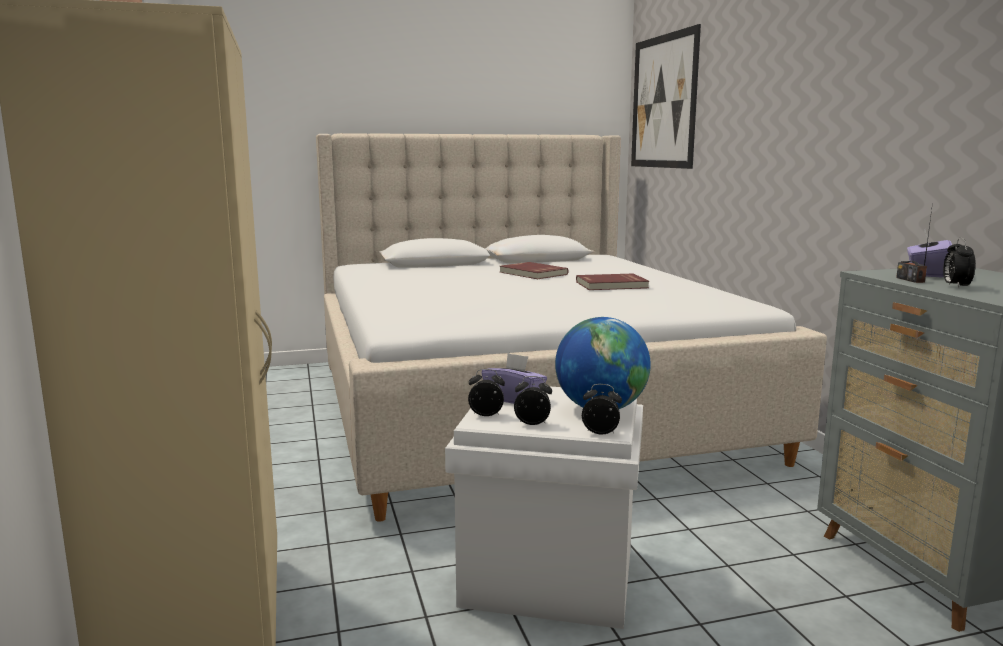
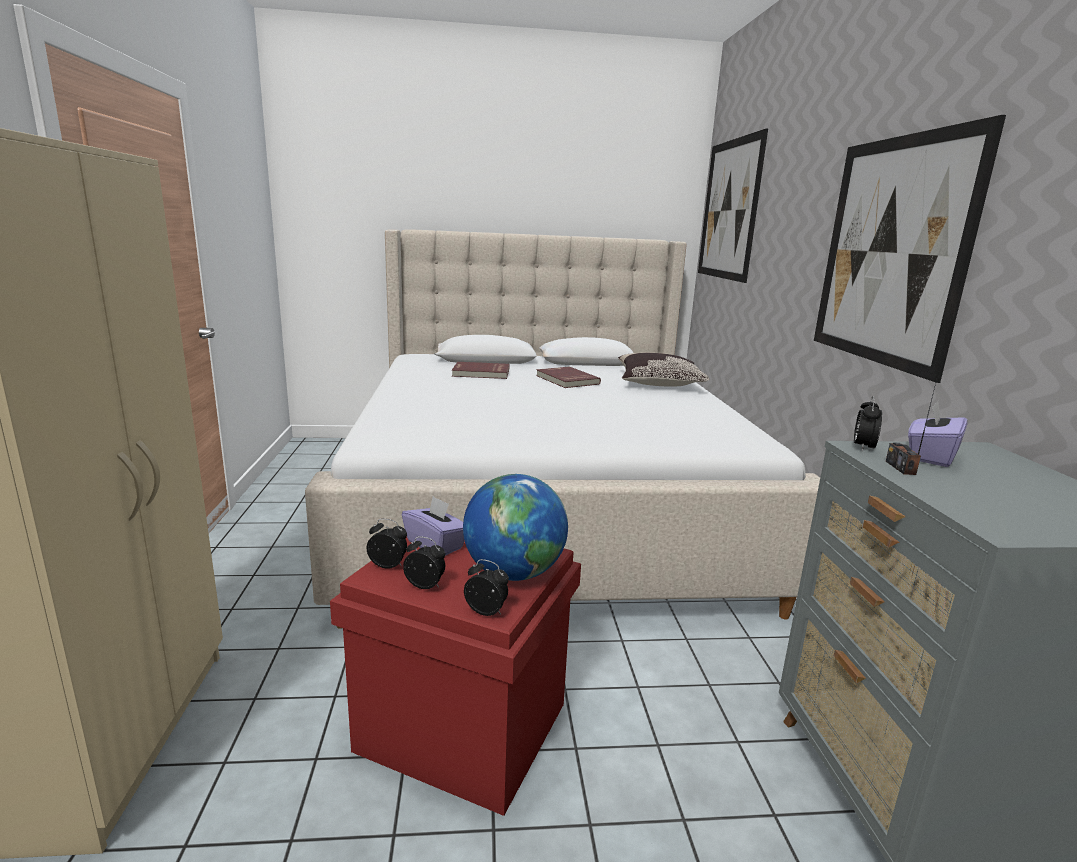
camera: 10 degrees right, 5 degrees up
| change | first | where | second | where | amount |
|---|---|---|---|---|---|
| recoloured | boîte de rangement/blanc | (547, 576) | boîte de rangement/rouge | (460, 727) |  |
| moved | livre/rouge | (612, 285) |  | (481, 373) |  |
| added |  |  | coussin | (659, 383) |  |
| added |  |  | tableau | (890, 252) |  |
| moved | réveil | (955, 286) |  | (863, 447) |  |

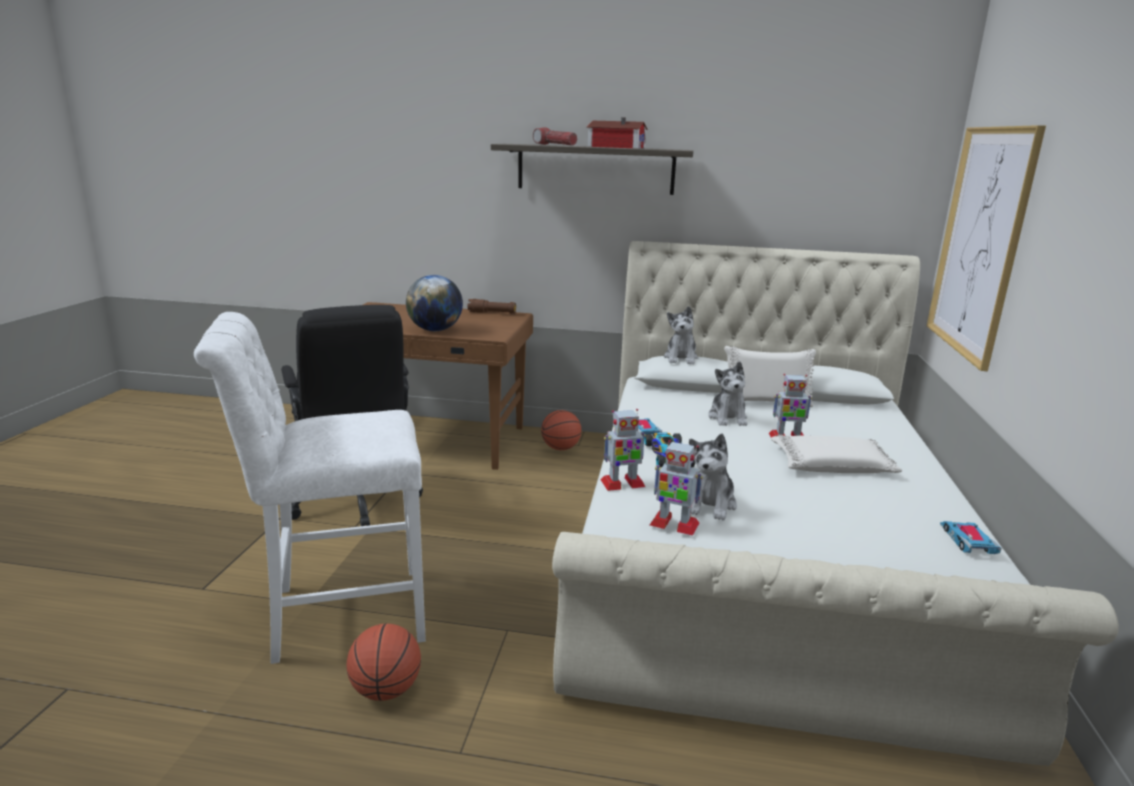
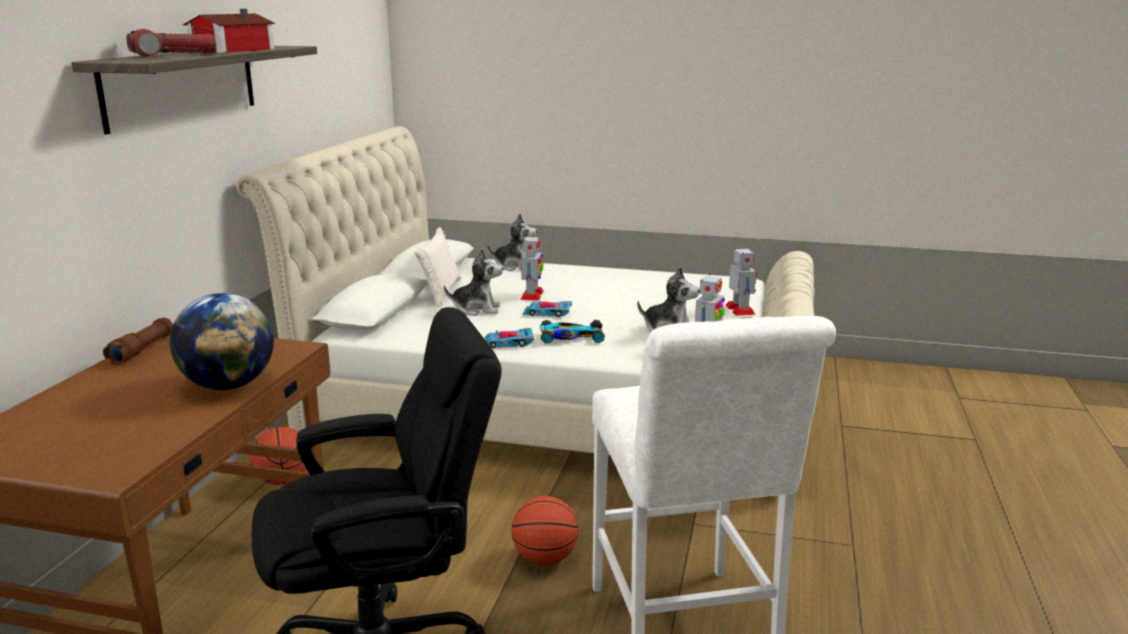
camera: 85 degrees left, 0 degrees up
| change | first | where | second | where | amount |
|---|---|---|---|---|---|
| moved | peluche | (681, 358) |  | (514, 266) |  |
| moved | ballon de basket | (386, 690) |  | (545, 558) |  |
| moved | petite voiture | (967, 541) |  | (547, 312) |  |
| moved | robot jouet | (622, 483) |  | (740, 310) |  |
| removed | coussin/blanc | (832, 462) |  |  |  |
| removed | tableau | (980, 242) |  |  |  |

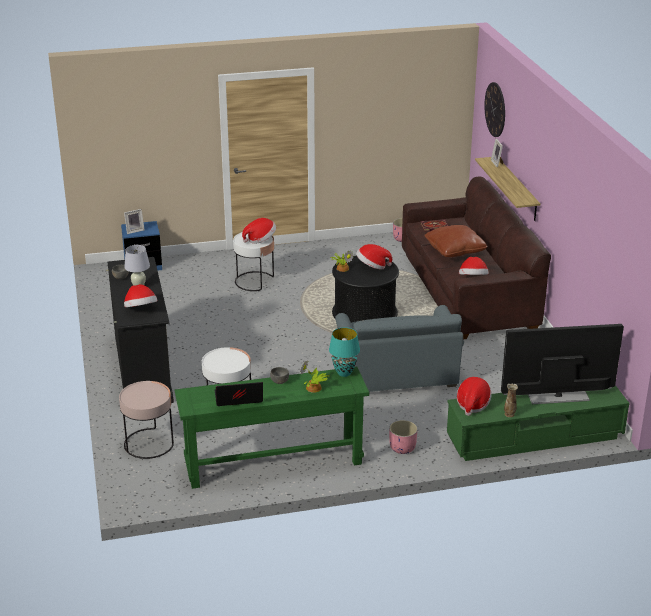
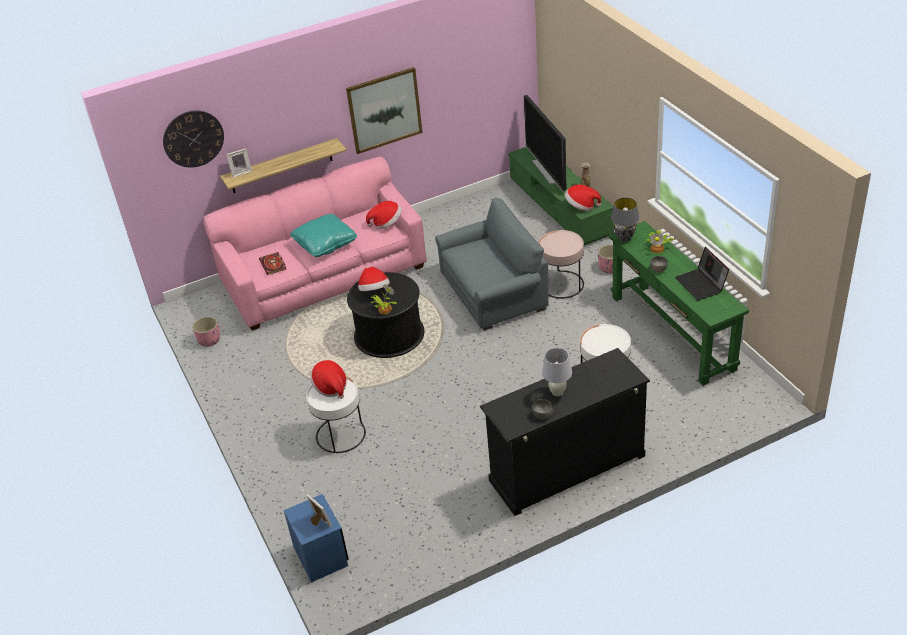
camera: 100 degrees left, 10 degrees up
| change | first | where | second | where | amount |
|---|---|---|---|---|---|
| recoloured | canapé/marron | (467, 291) | canapé/rose | (324, 277) |  |
| recoloured | coussin/marron | (455, 250) | coussin/turquoise | (325, 244) |  |
| added |  |  | tableau | (384, 110) |  |
| moved | table d'appoint/rose | (149, 443) |  | (562, 285) |  |
| recoloured | lampe de table/turquoise | (344, 373) | lampe de table/gris | (624, 238) |  |
| removed | chapeau | (141, 309) |  |  |  |

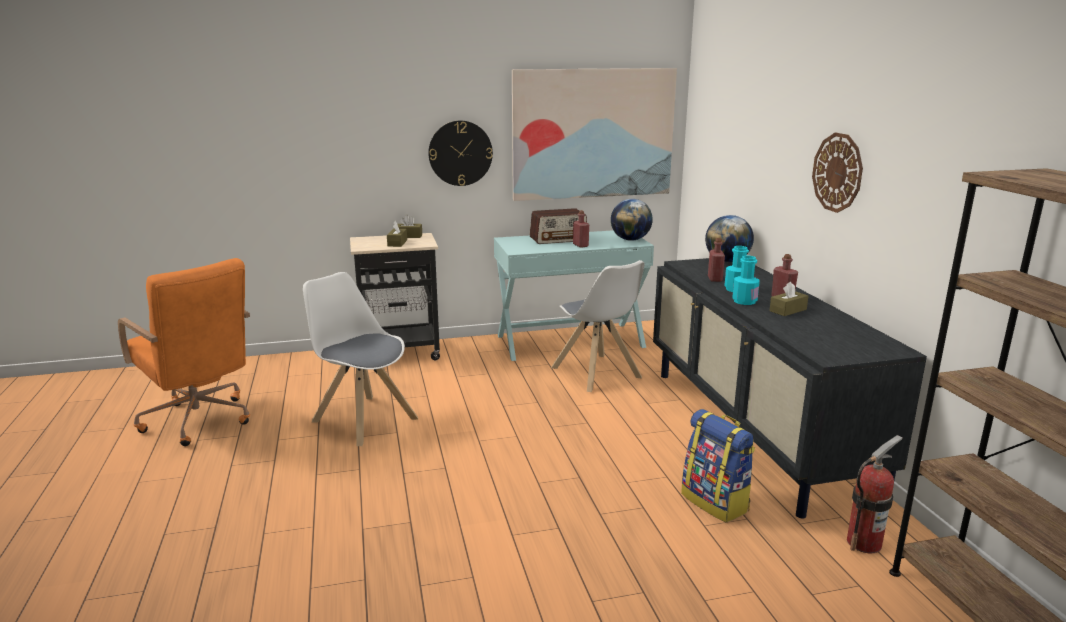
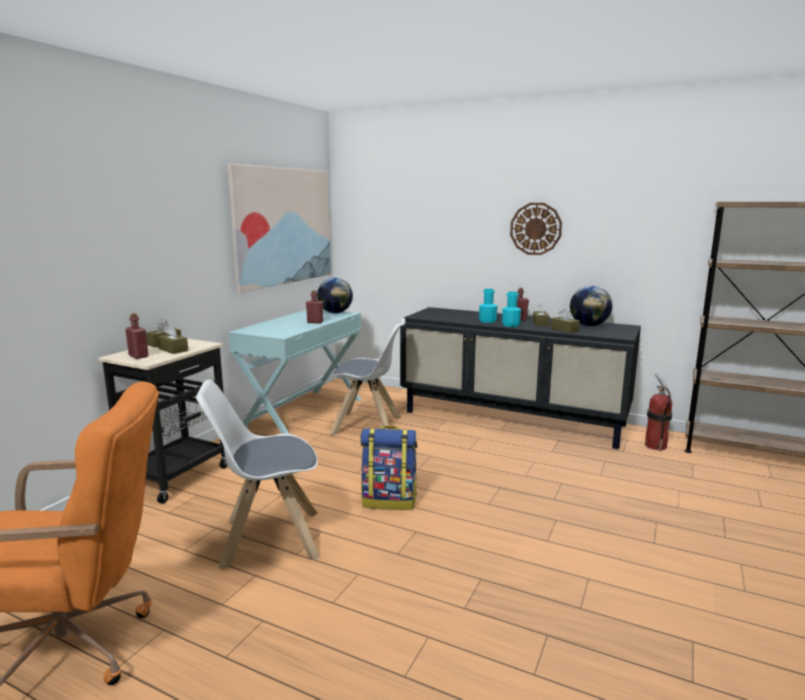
camera: 50 degrees left, 5 degrees down
| change | first | where | second | where | amount |
|---|---|---|---|---|---|
| moved | bouteille/rouge | (715, 279) |  | (138, 356) |  |
| moved | sac à dos | (716, 502) |  | (389, 501) |  |
| added |  |  | boîte à mouchoirs/marron | (564, 330) |  |
| moved | globe | (727, 261) |  | (589, 325) |  |
| removed | horloge murale | (460, 153) |  |  |  |
| removed | radio | (558, 239) |  |  |  |

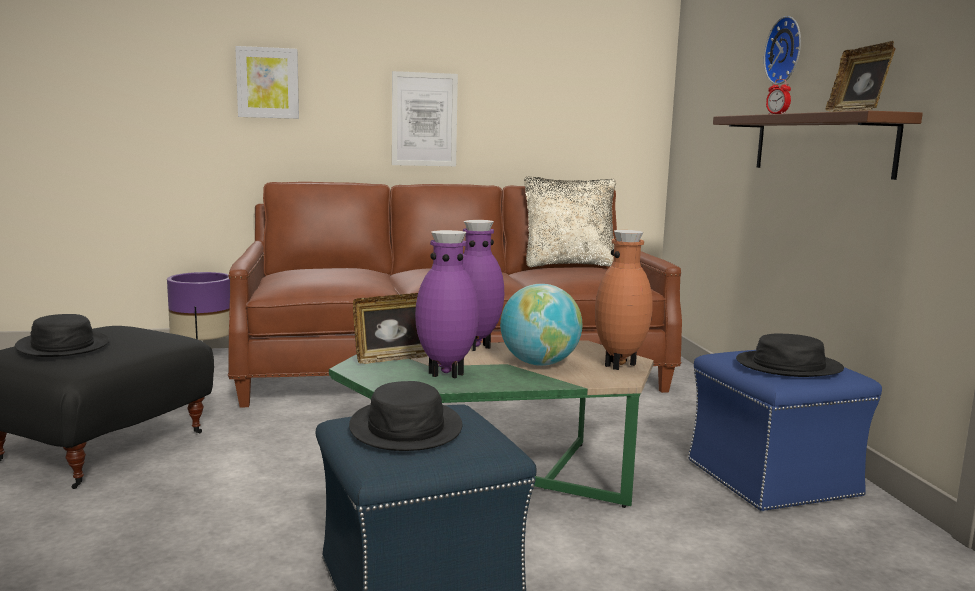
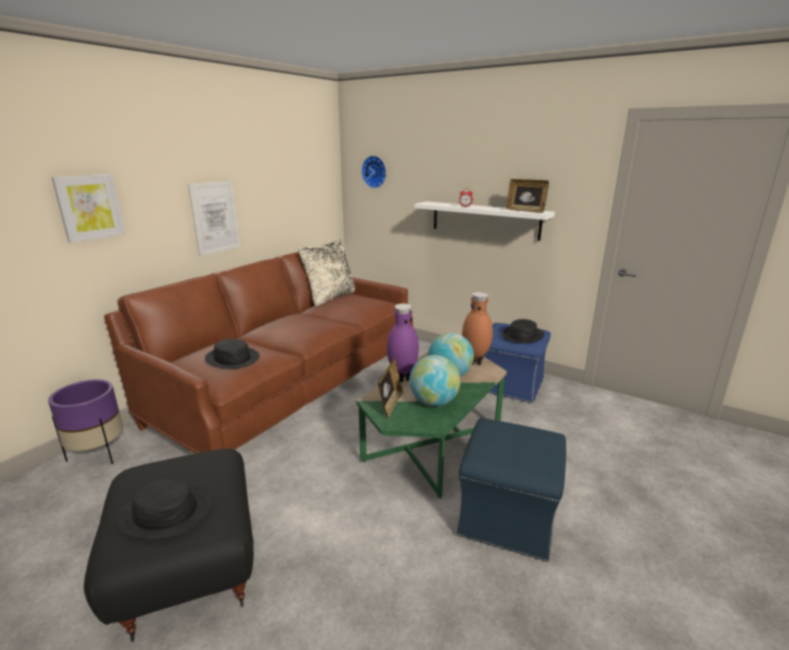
camera: 45 degrees left, 10 degrees up
| change | first | where | second | where | amount |
|---|---|---|---|---|---|
| moved | chapeau/noir | (406, 427) |  | (232, 358) |  |
| moved | horloge murale | (786, 50) |  | (375, 172) |  |
| replaced | vase/violet | (446, 373) | globe | (433, 402) |  |
| recoloured | étagère/marron | (820, 144) | étagère/blanc | (484, 220) |  |

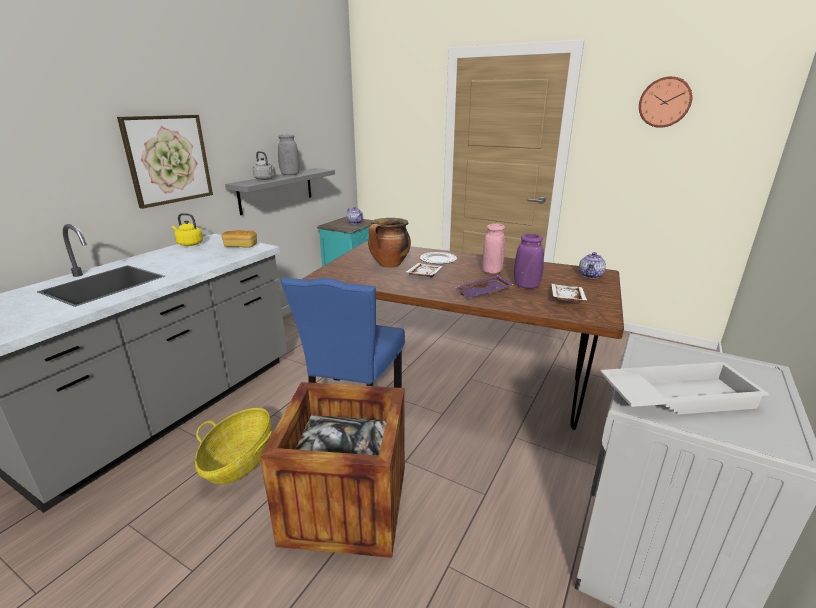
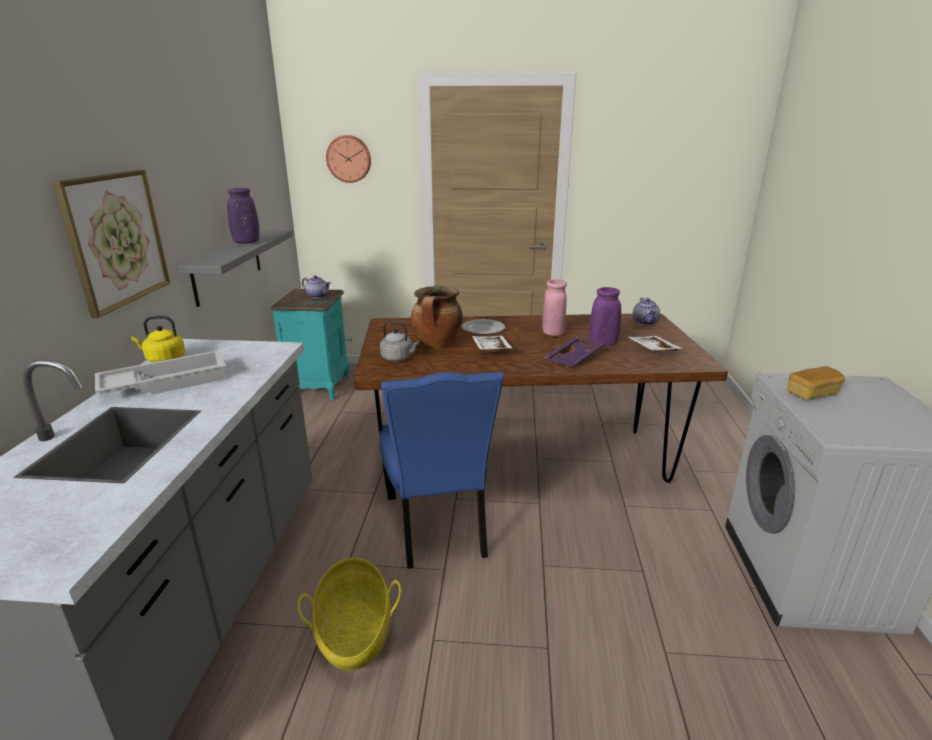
camera: 25 degrees left, 0 degrees up
| change | first | where | second | where | amount |
|---|---|---|---|---|---|
| moved | plateau/blanc | (676, 395) |  | (166, 382) |  |
| recoloured | vase/gris | (290, 174) | vase/violet | (246, 242) |  |
| moved | horloge murale | (665, 102) |  | (349, 159) |  |
| moved | bouilloire/gris | (266, 179) |  | (398, 358) |  |
| moved | pain | (240, 246) |  | (812, 393) |  |
| removed | caisse | (346, 504) |  |  |  |

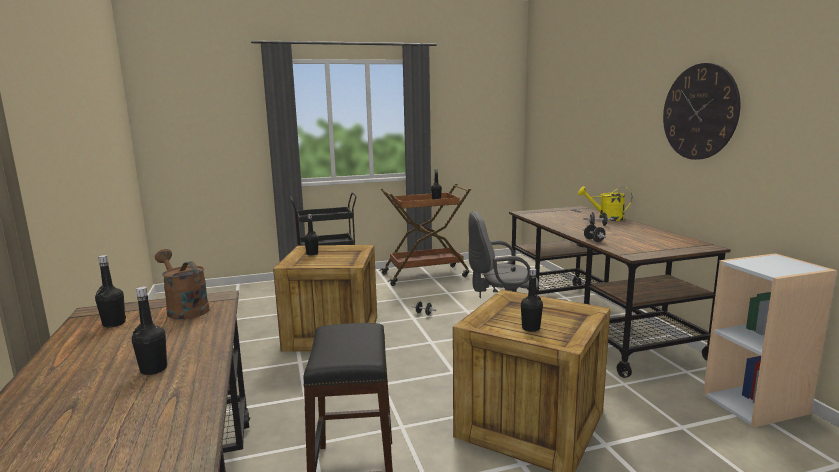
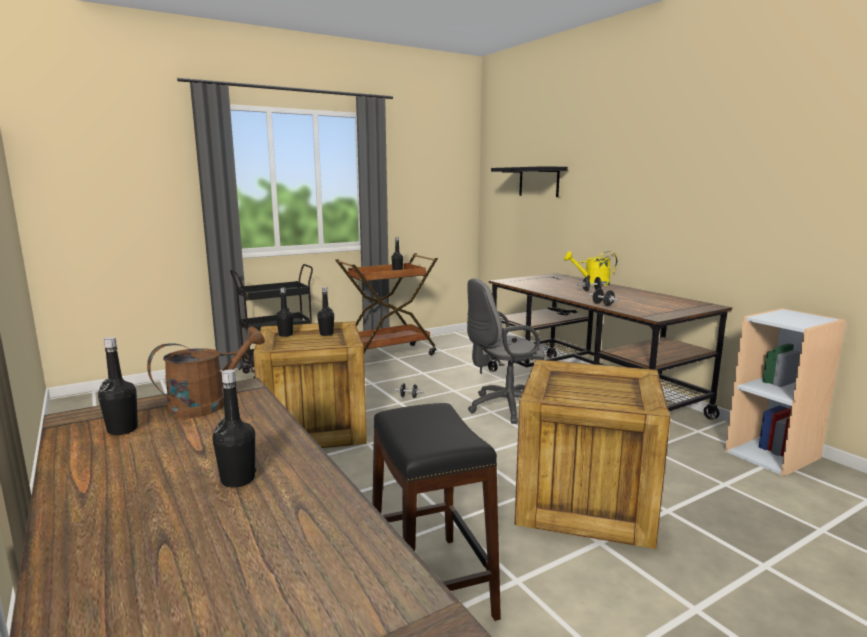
camera: 15 degrees left, 0 degrees up
| change | first | where | second | where | amount |
|---|---|---|---|---|---|
| turned | arrosoir/marron | (184, 309) |  | (207, 404) | 105 degrees clockwise |
| moved | bouteille/noir | (530, 328) |  | (326, 334) |  |
| added |  |  | étagère/noir | (539, 182) |  |
| removed | horloge murale | (699, 112) |  |  |  |

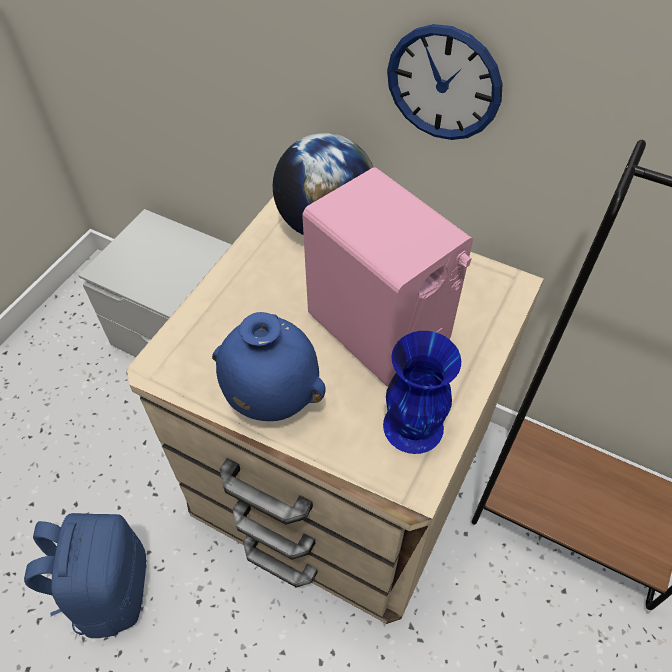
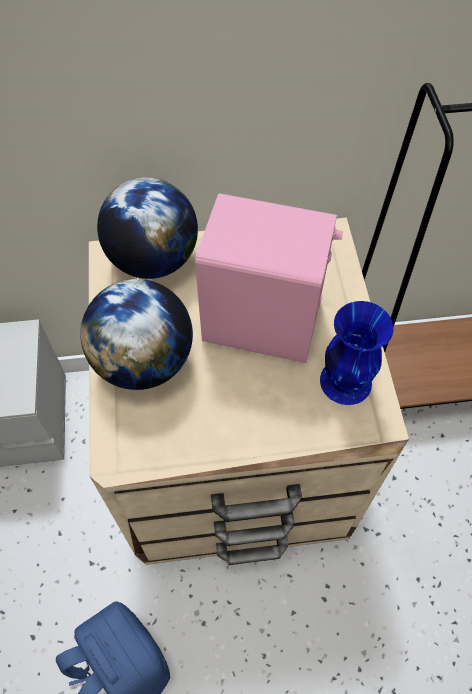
camera: 35 degrees left, 5 degrees up
| change | first | where | second | where | amount |
|---|---|---|---|---|---|
| added |  |  | globe | (144, 361) |  |
| removed | vase/bleu | (271, 398) |  |  |  |
| removed | horloge murale | (444, 84) |  |  |  |

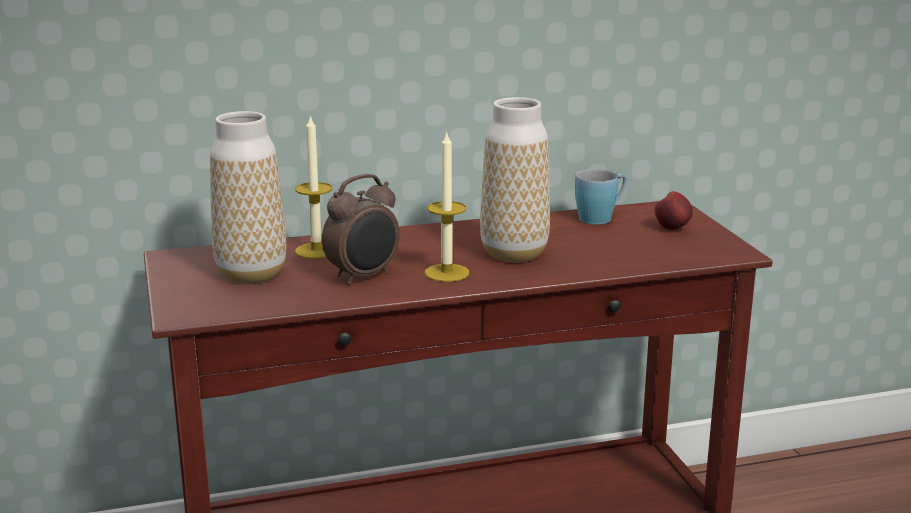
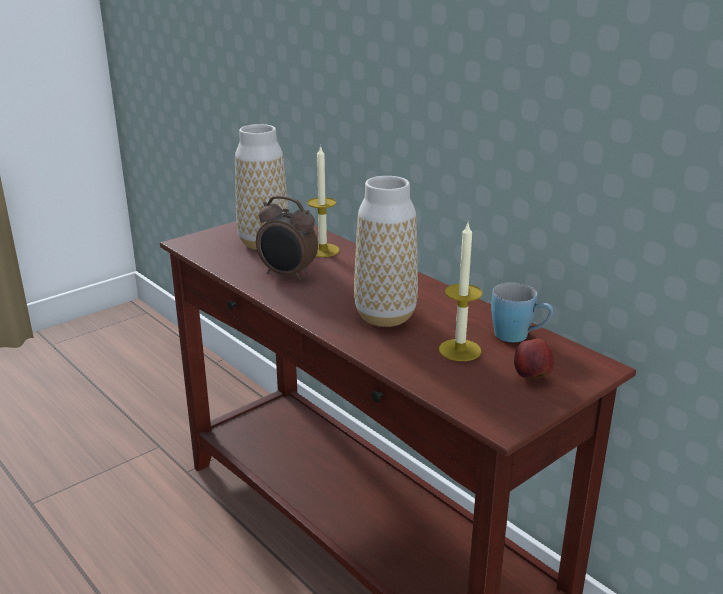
camera: 65 degrees right, 5 degrees up
| change | first | where | second | where | amount |
|---|---|---|---|---|---|
| moved | bougie | (447, 273) |  | (460, 350) |  |

